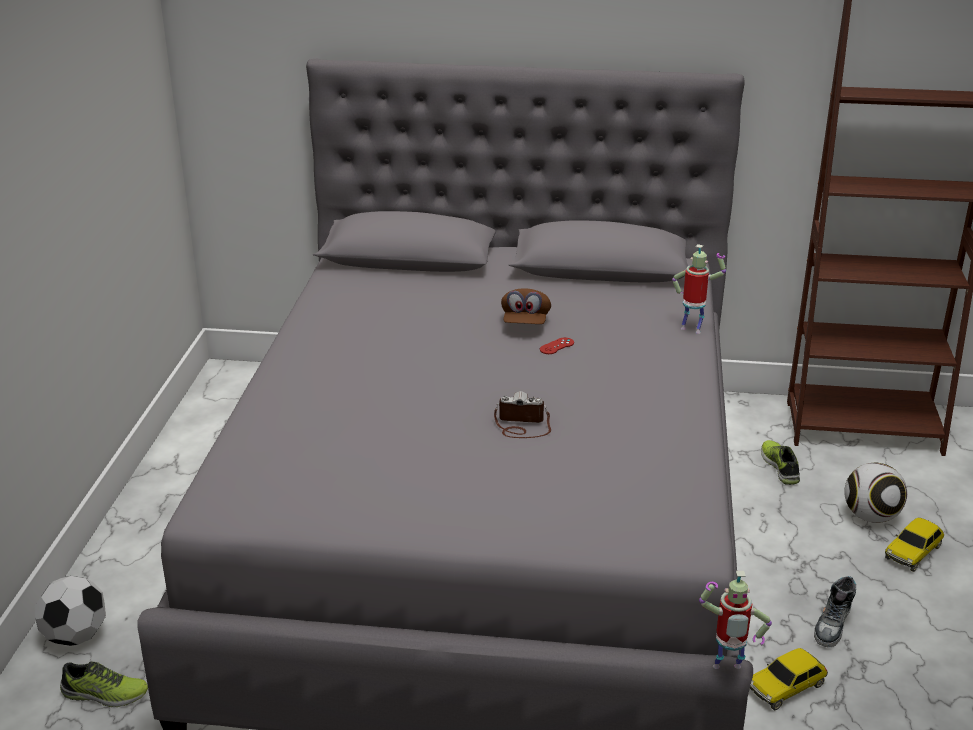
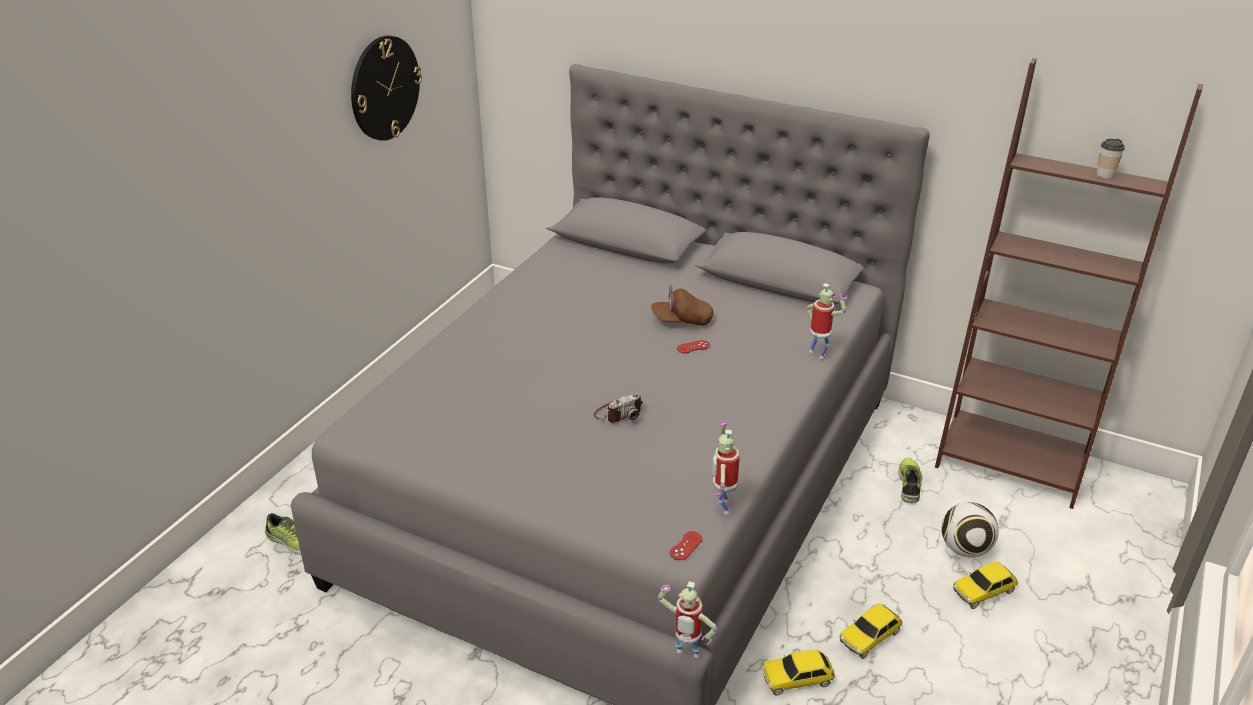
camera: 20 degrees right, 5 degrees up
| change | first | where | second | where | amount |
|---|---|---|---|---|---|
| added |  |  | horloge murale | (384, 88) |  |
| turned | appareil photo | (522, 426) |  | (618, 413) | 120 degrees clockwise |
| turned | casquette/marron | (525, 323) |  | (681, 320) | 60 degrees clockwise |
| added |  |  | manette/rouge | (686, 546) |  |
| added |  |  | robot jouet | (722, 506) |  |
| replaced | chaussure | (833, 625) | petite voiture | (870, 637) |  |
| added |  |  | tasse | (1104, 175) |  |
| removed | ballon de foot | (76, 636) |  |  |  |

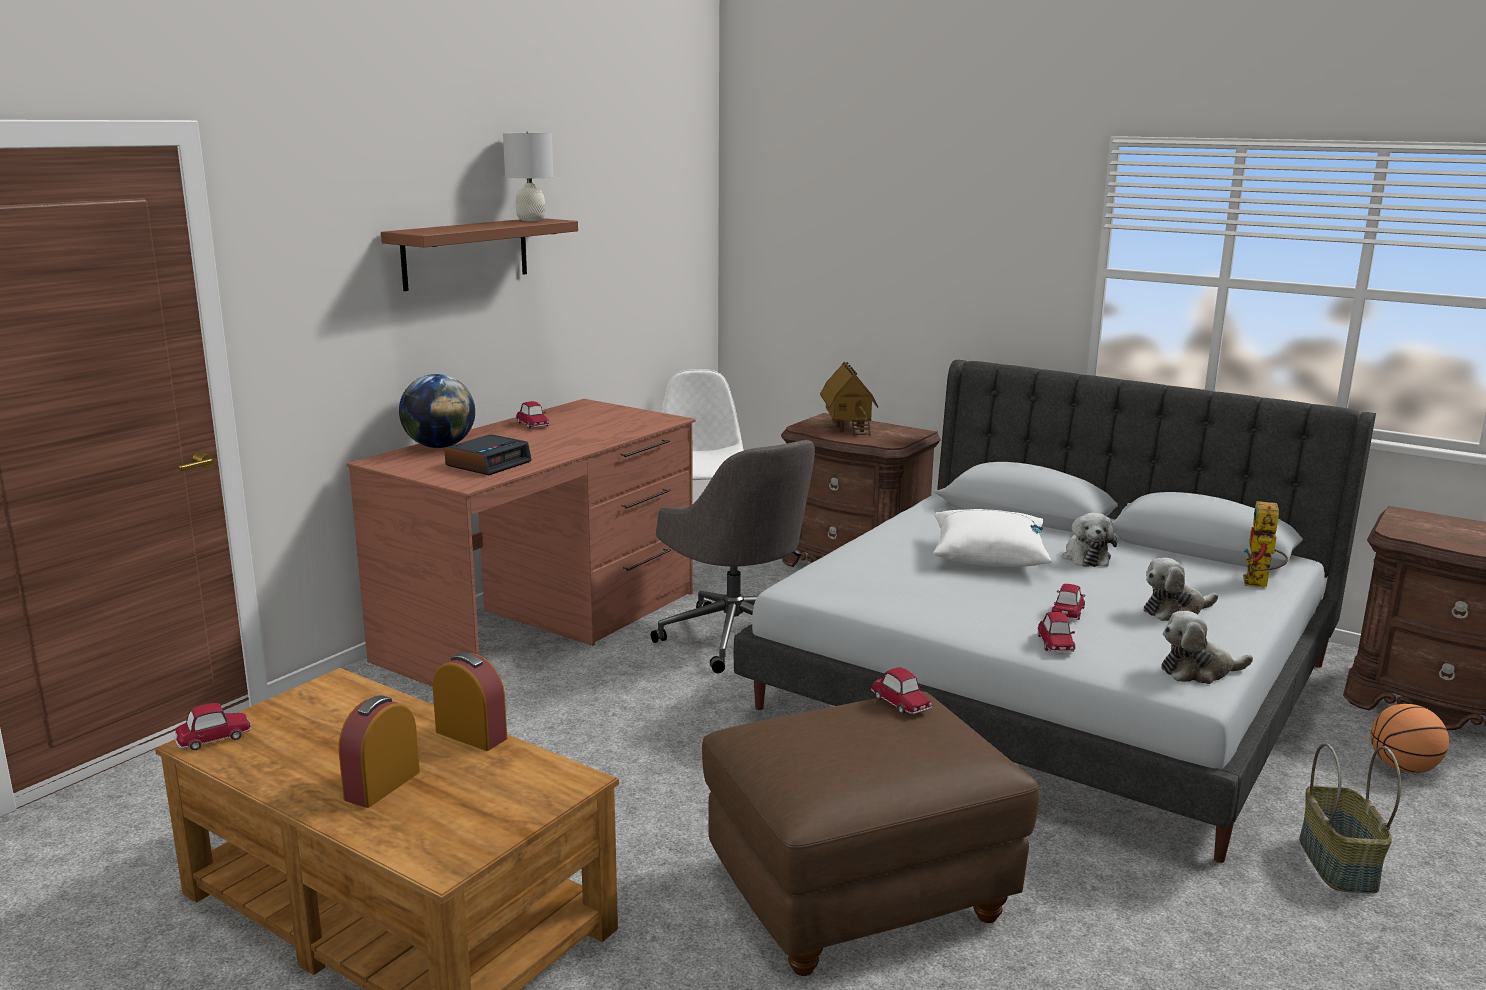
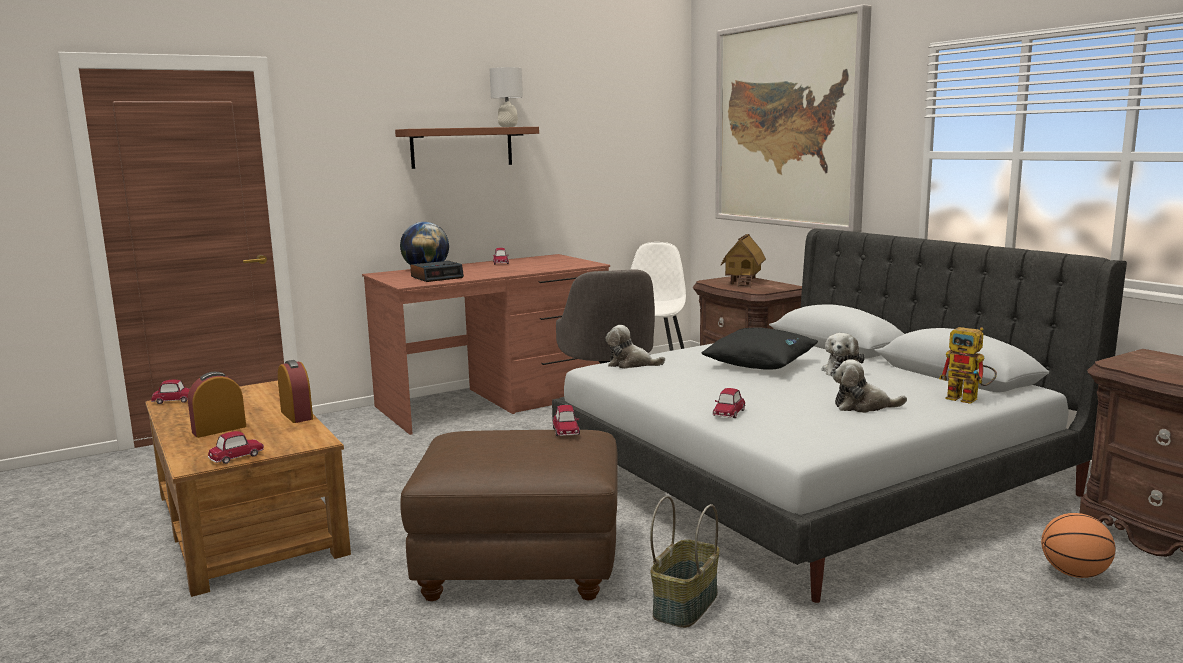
camera: 25 degrees right, 5 degrees down
| change | first | where | second | where | amount |
|---|---|---|---|---|---|
| moved | petite voiture | (1068, 611) |  | (236, 457) |  |
| moved | peluche | (1199, 671) |  | (631, 364) |  |
| moved | panier | (1336, 863) |  | (684, 604) |  |
| recoloured | coussin/blanc | (988, 557) | coussin/noir | (759, 364) |  |
| added |  |  | tableau | (788, 124) |  |
| turned | robot jouet | (1259, 585) |  | (969, 399) | 90 degrees counterclockwise |

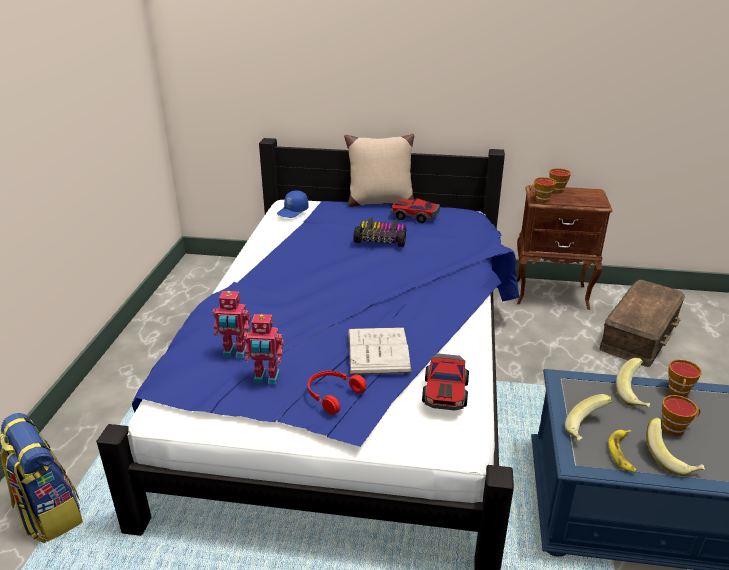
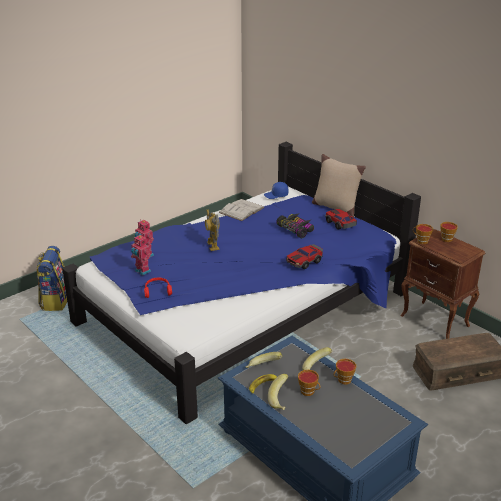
camera: 40 degrees right, 0 degrees up
| change | first | where | second | where | amount |
|---|---|---|---|---|---|
| added |  |  | robot jouet | (212, 246) |  |
| moved | livre/blanc | (378, 350) |  | (241, 210) |  |
| moved | petite voiture | (445, 391) |  | (304, 261) |  |

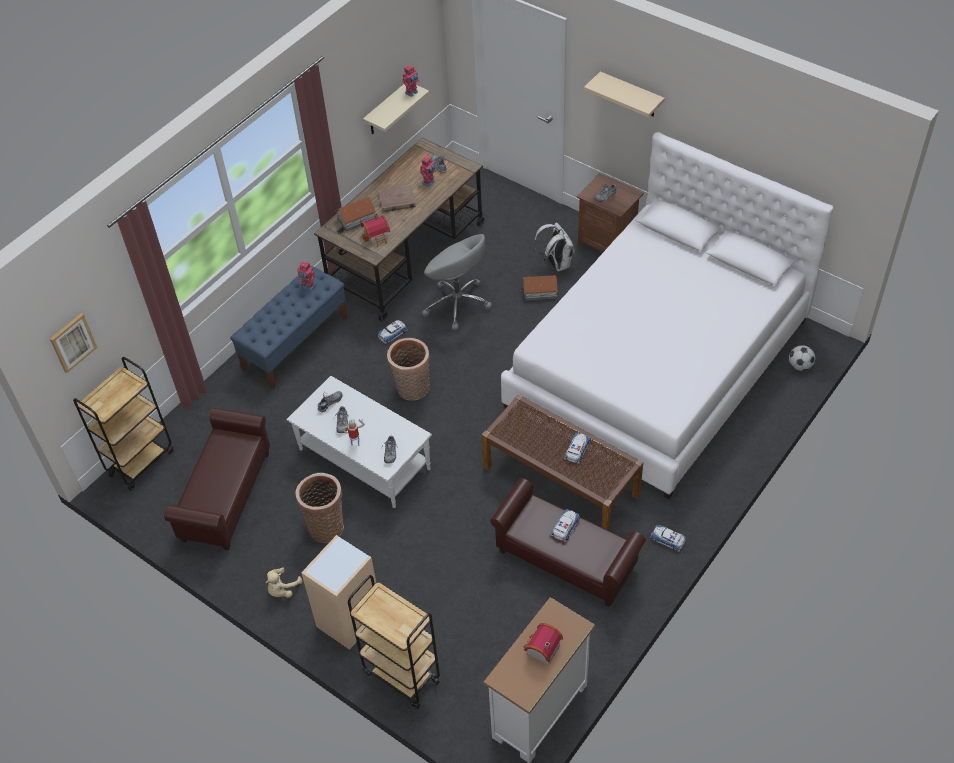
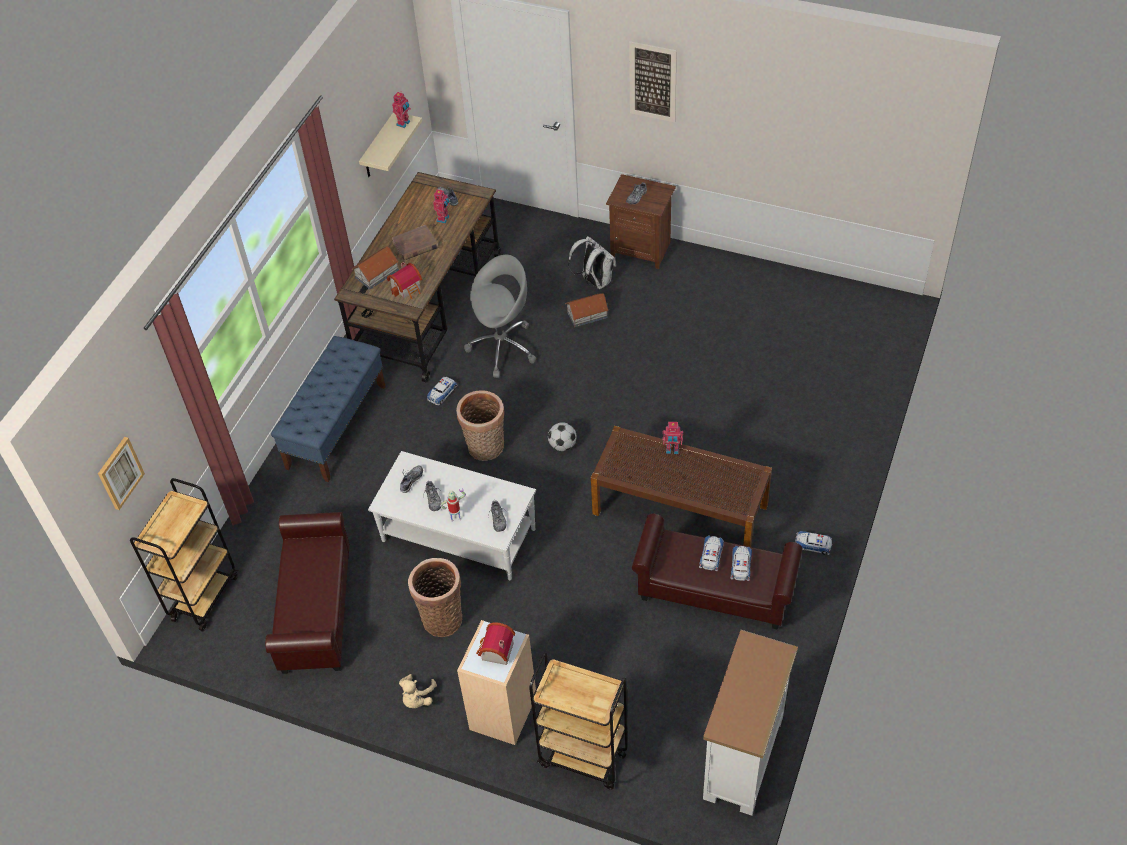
camera: 15 degrees left, 0 degrees up
| change | first | where | second | where | amount |
|---|---|---|---|---|---|
| turned | chaise de bureau/gris | (458, 305) |  | (503, 346) | 45 degrees counterclockwise |
| moved | maison miniature | (541, 650) |  | (495, 652) |  |
| moved | ballon de foot | (800, 366) |  | (562, 445) |  |
| replaced | étagère/beige | (631, 95) | tableau | (652, 82) |  |
| moved | robot jouet | (308, 287) |  | (672, 450) |  |
| moved | petite voiture | (577, 450) |  | (741, 565) |  |
| removed | lit/blanc | (658, 364) |  |  |  |

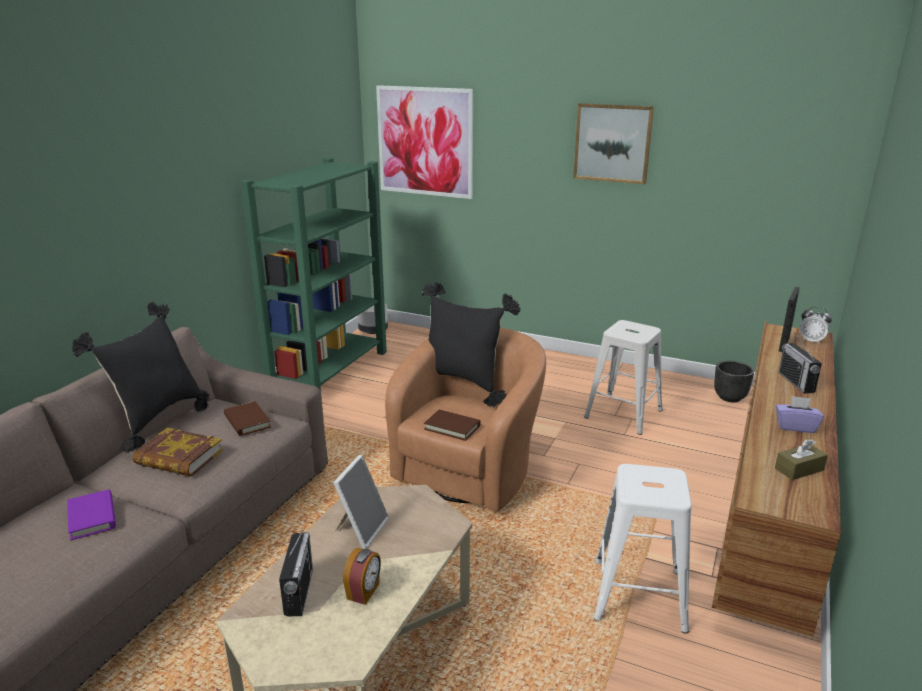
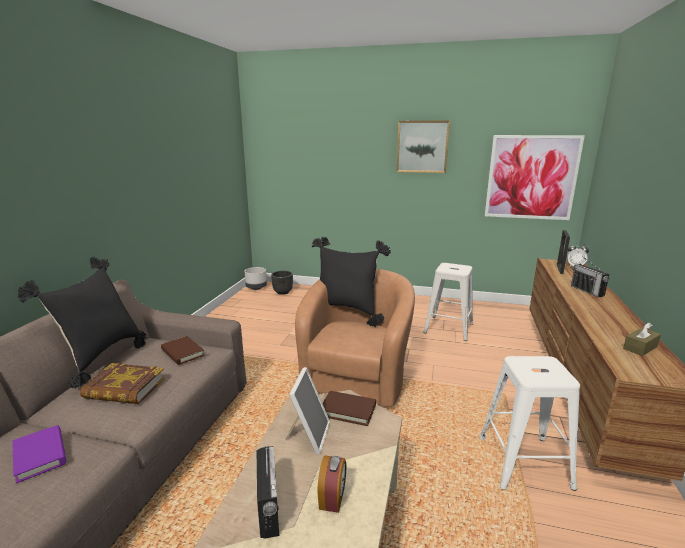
camera: 10 degrees left, 5 degrees down
| change | first | where | second | where | amount |
|---|---|---|---|---|---|
| moved | cache-pot/noir | (729, 397) |  | (283, 292) |  |
| moved | livre/marron | (452, 427) |  | (348, 410) |  |
| moved | tableau | (425, 142) |  | (531, 177) |  |
| removed | bibliothèque/vert | (330, 371) |  |  |  |
| removed | boîte à mouchoirs/violet | (795, 426) |  |  |  |

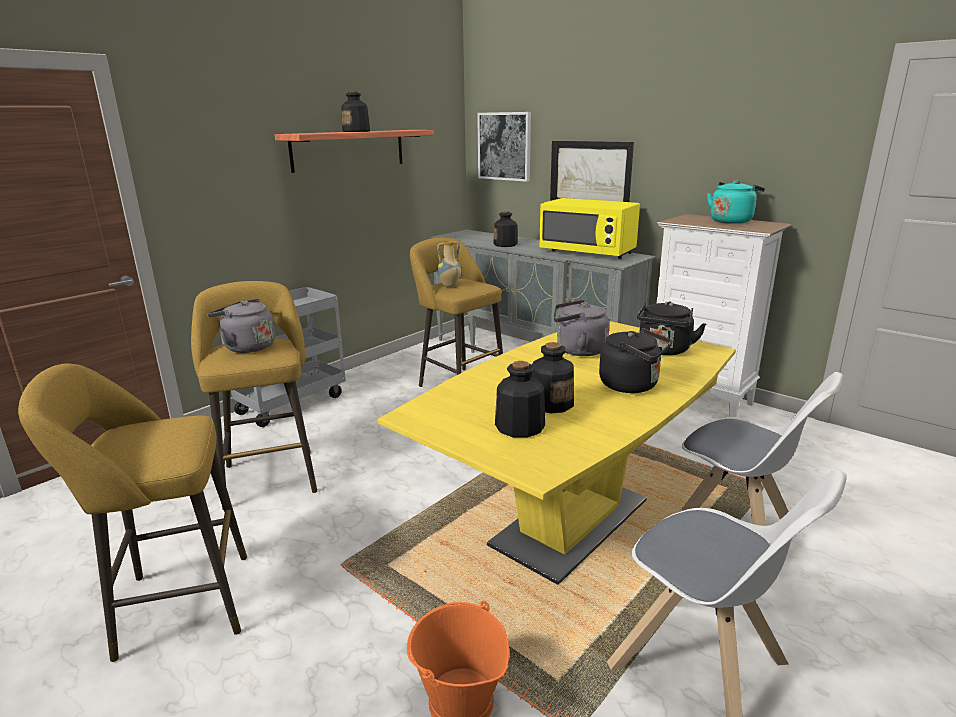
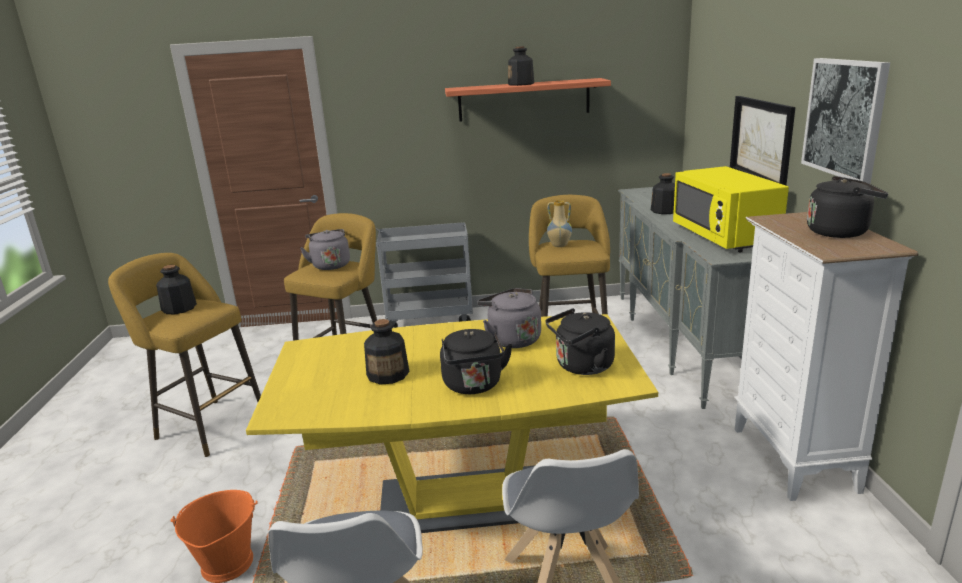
camera: 45 degrees right, 0 degrees up
| change | first | where | second | where | amount |
|---|---|---|---|---|---|
| moved | bouteille | (520, 427) |  | (179, 308) |  |
| moved | tableau | (504, 146) |  | (844, 118) |  |
| recoloured | bouilloire/turquoise | (731, 221) | bouilloire/noir | (840, 232) |  |

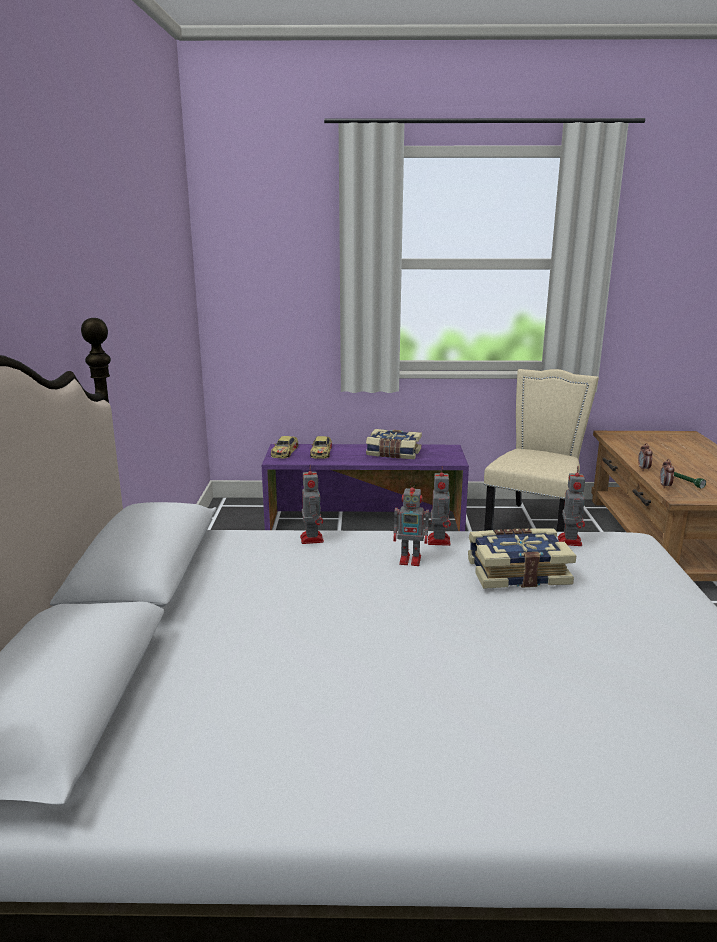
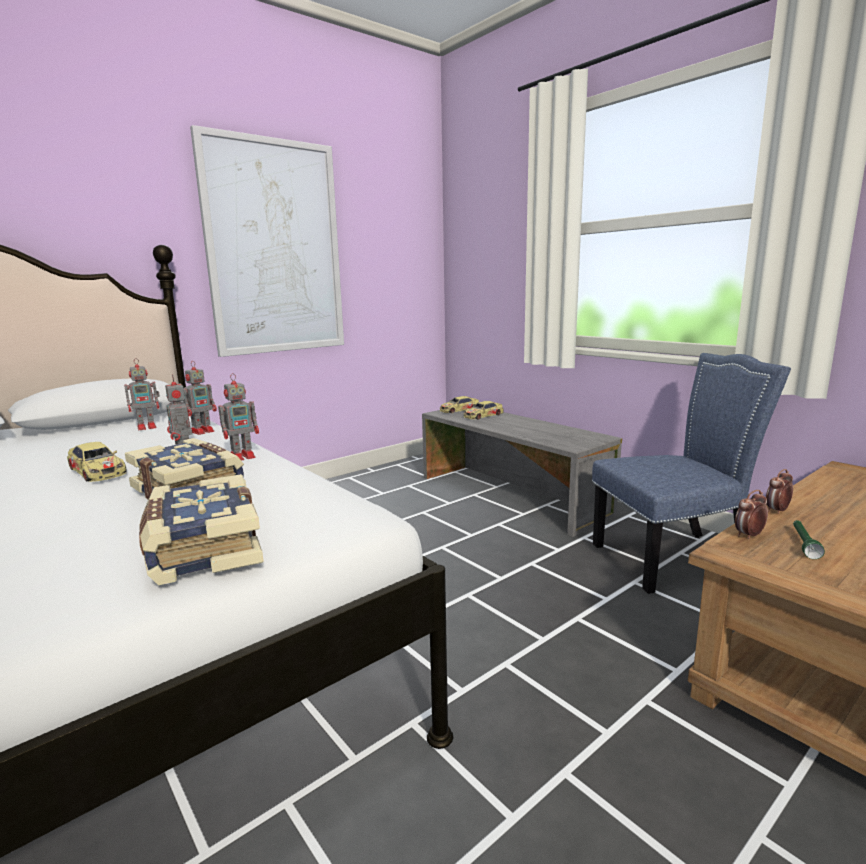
camera: 50 degrees right, 5 degrees down
| change | first | where | second | where | amount |
|---|---|---|---|---|---|
| added |  |  | petite voiture | (97, 470) |  |
| moved | robot jouet | (569, 540) |  | (148, 427) |  |
| moved | livre | (393, 453) |  | (201, 548) |  |
| added |  |  | tableau | (275, 248) |  |
| recoloured | banc/violet | (366, 520) | banc/gris | (513, 494) |  |
| recoloured | chaise/beige | (533, 526) | chaise/bleu | (669, 559) |  |

